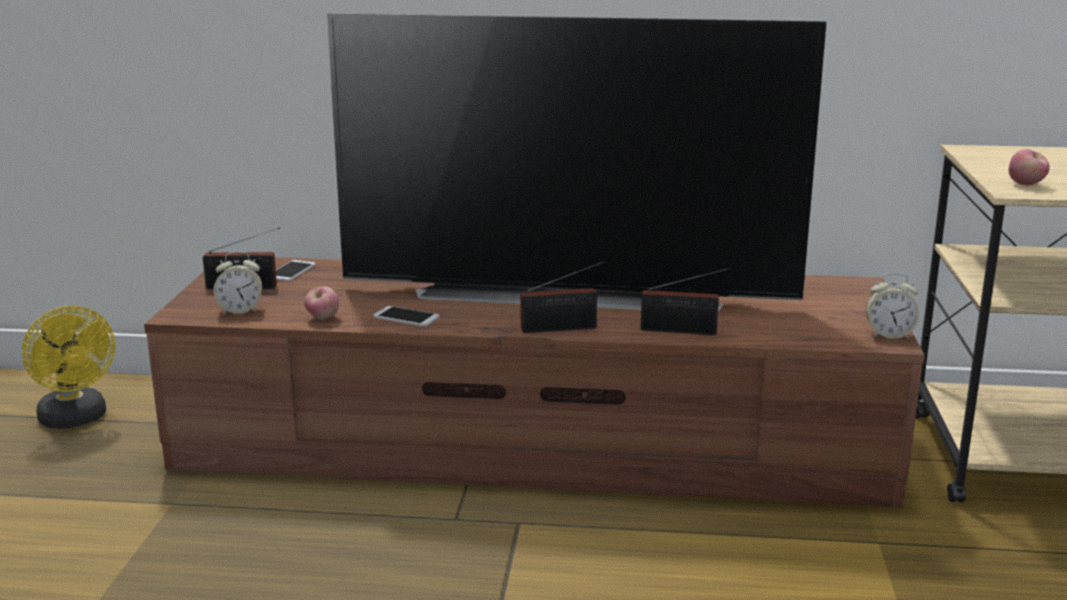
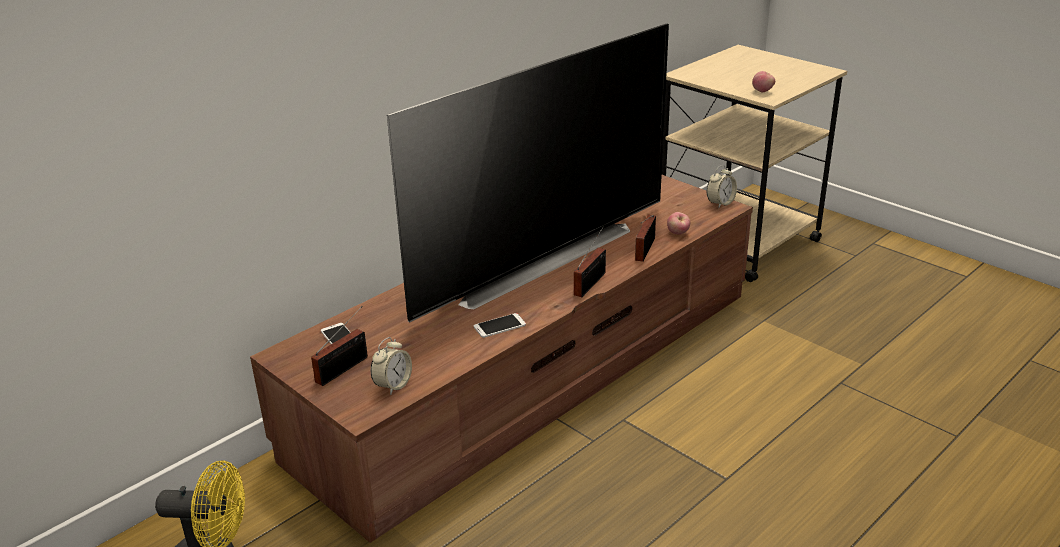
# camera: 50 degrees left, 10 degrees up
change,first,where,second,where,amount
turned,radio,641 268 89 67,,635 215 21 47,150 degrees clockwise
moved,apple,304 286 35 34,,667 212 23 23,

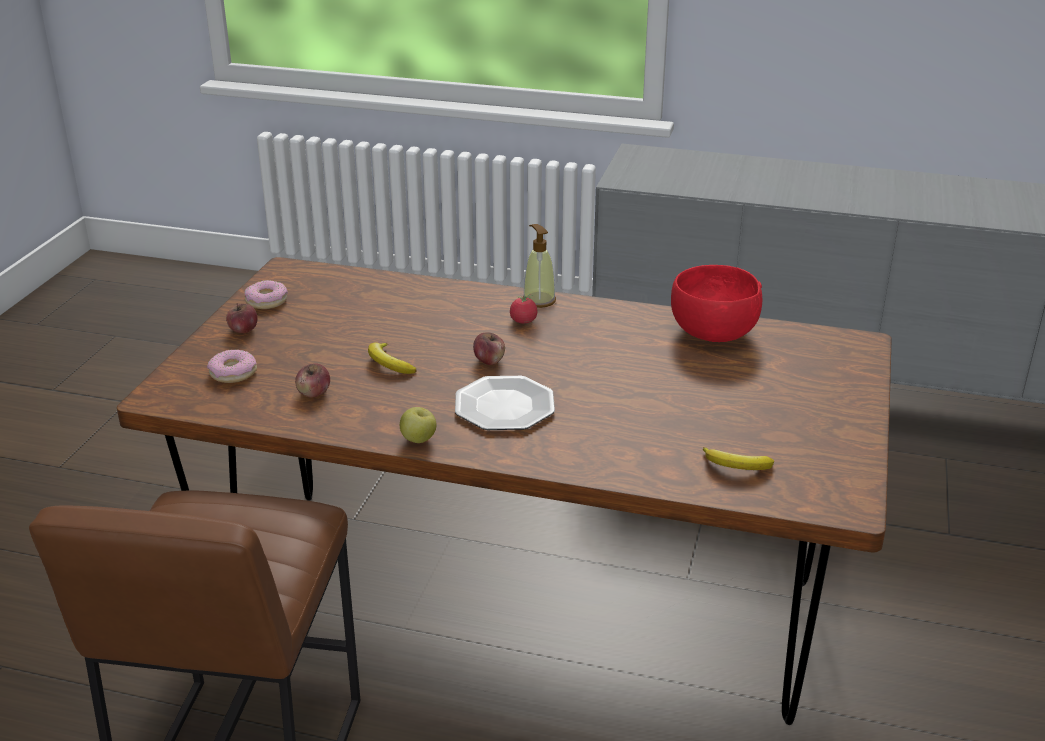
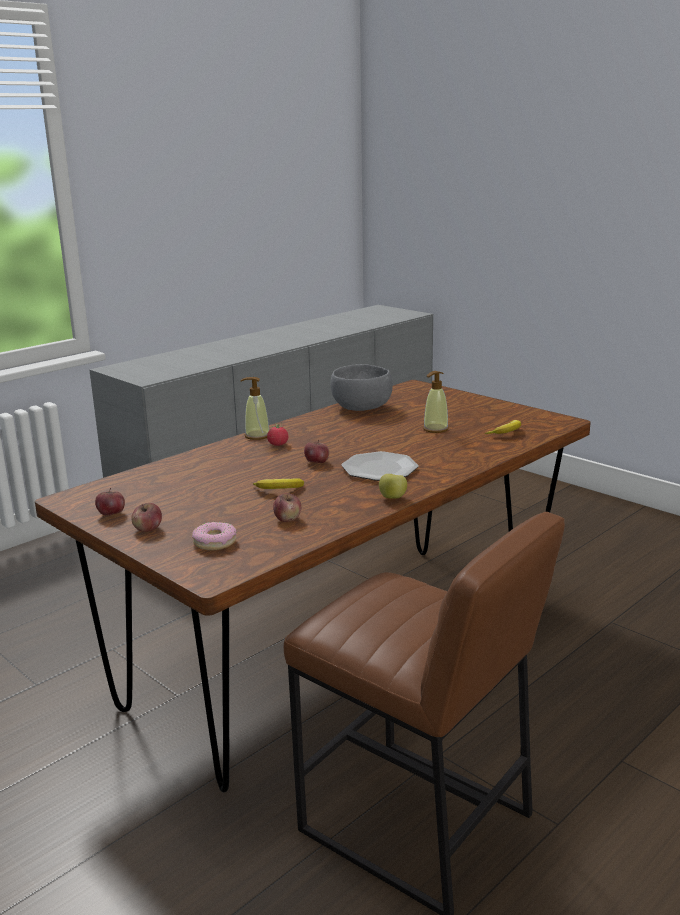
# camera: 60 degrees left, 10 degrees down
change,first,where,second,where,amount
replaced,donut,244 280 44 29,apple,95 488 30 27,
recoloured,red bowl,671 265 91 77,grey bowl,330 364 63 47,
added,,,soap dispenser,423 371 26 62,

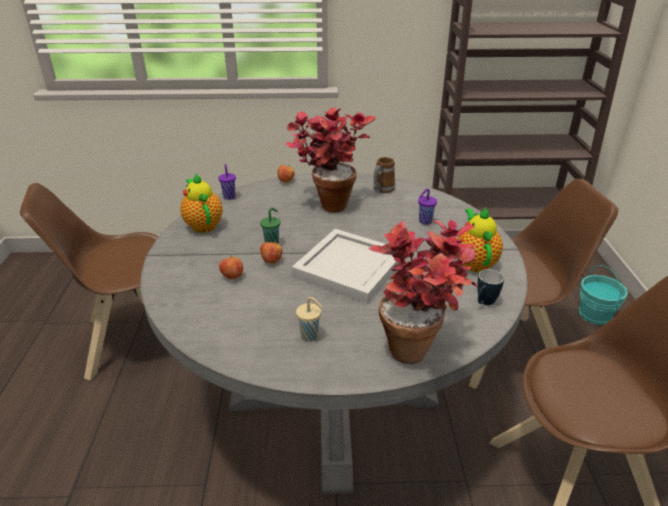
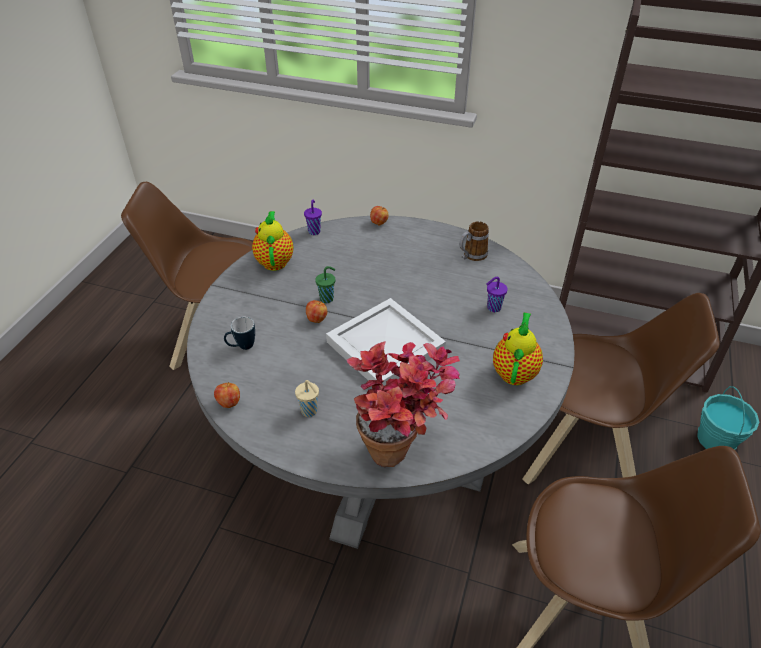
# camera: 20 degrees right, 10 degrees up
change,first,where,second,where,amount
moved,apple,219 255 24 24,,214 382 26 26,
moved,mug,477 269 27 36,,224 317 31 33,
removed,potted plant,286 107 90 106,,,

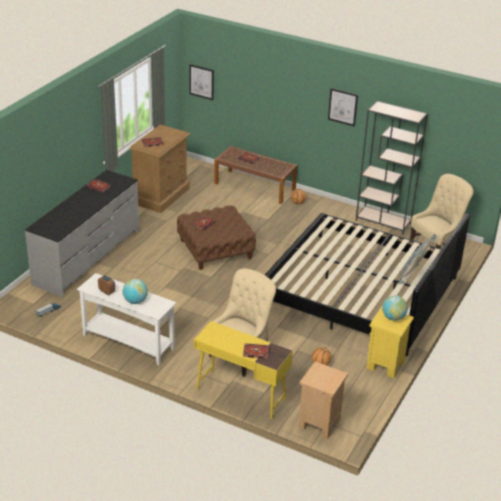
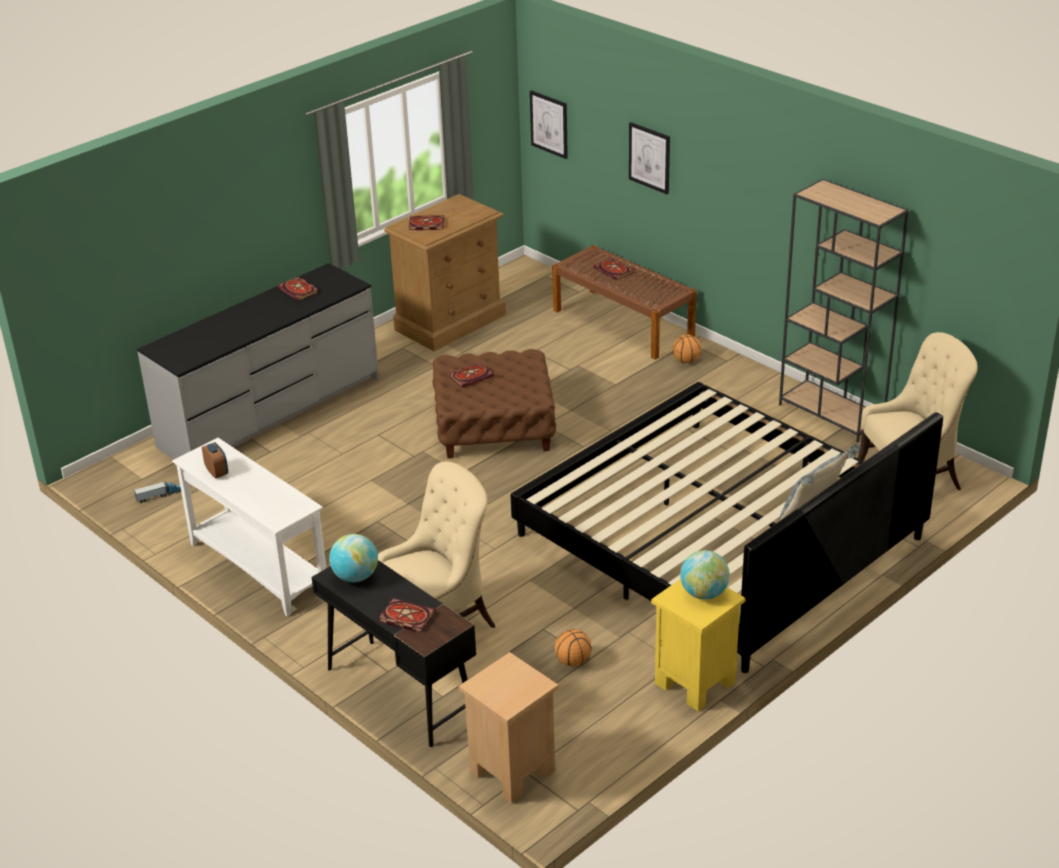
# camera: 20 degrees right, 0 degrees up
change,first,where,second,where,amount
recoloured,yellow desk,194 321 99 98,black desk,312 560 164 187,
moved,globe,123 279 25 25,,329 534 49 48,
moved,picture,328 88 30 39,,629 122 41 72,

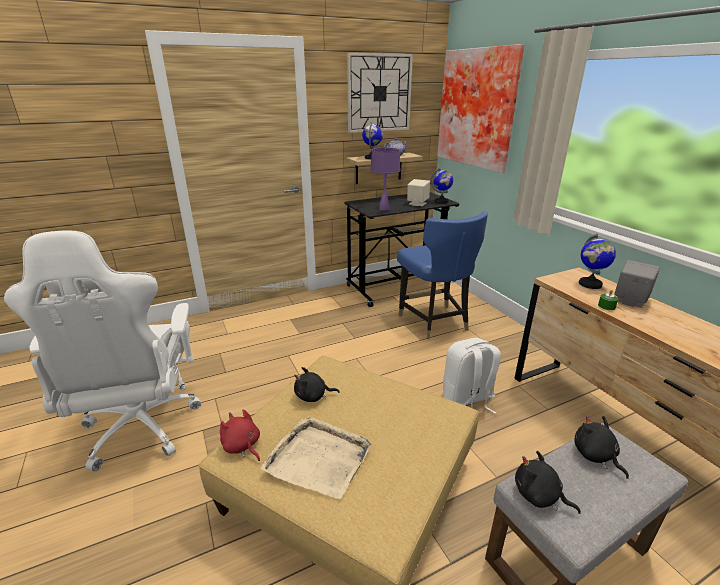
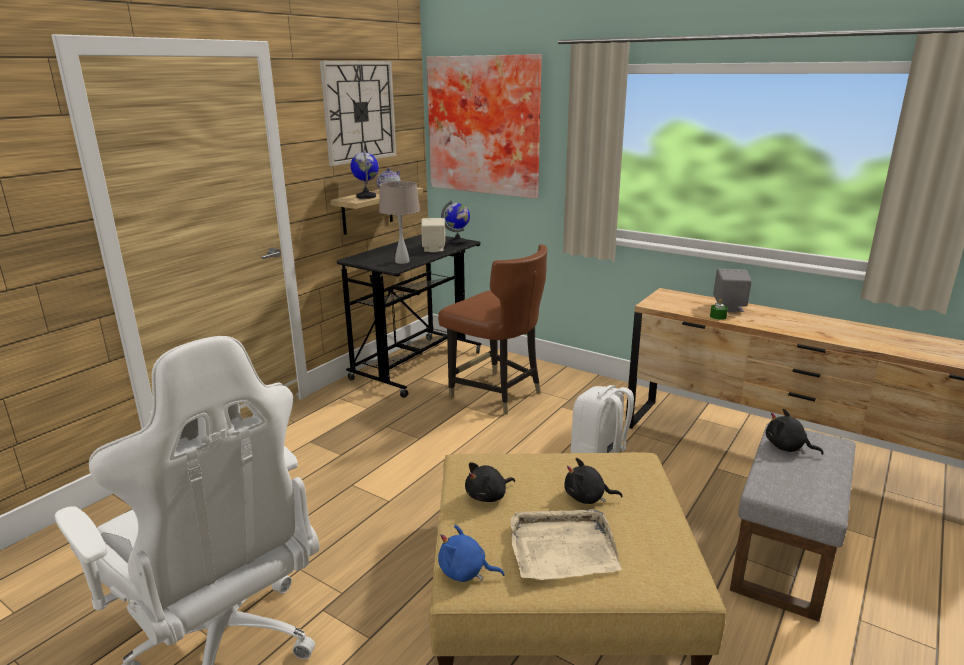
# camera: 30 degrees left, 5 degrees down
change,first,where,second,where,amount
recoloured,purple table lamp,370 148 31 63,beige table lamp,379 181 41 83,
recoloured,blue chair,397 211 91 128,brown chair,438 244 109 171,
recoloured,red plush toy,220 409 40 52,blue plush toy,438 525 67 57,
moved,black plush toy,515 451 66 63,,564 458 59 46,
removed,globe,579 234 37 55,,,

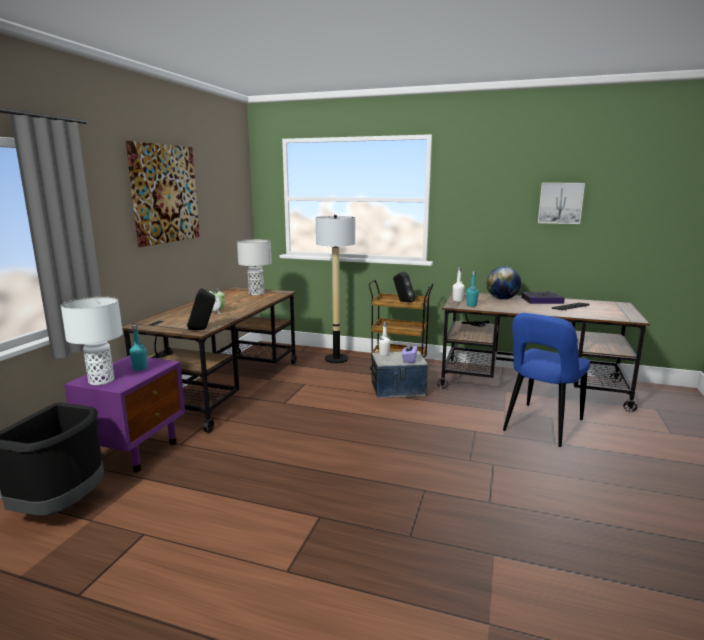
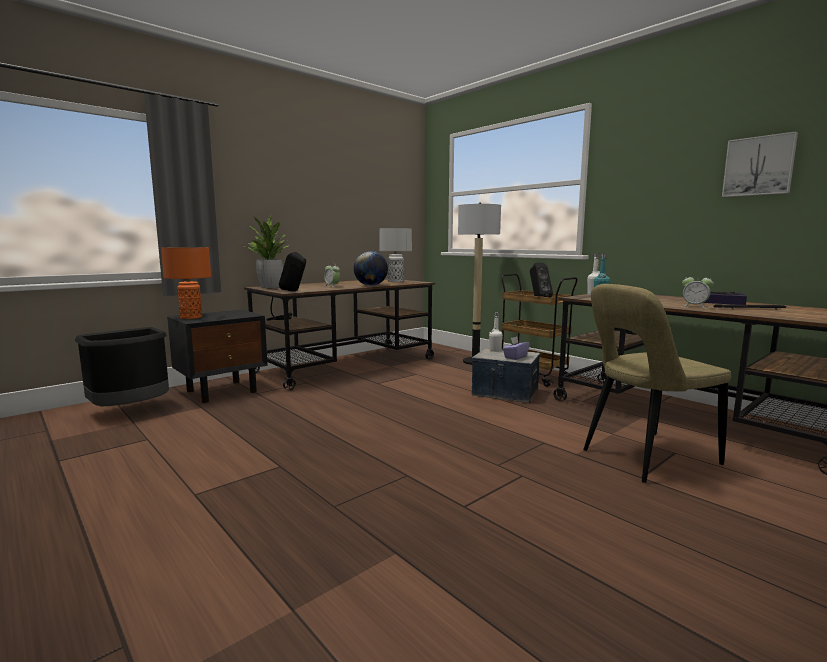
# camera: 30 degrees right, 5 degrees down
change,first,where,second,where,amount
recoloured,white table lamp,61 297 62 88,orange table lamp,161 247 50 72,
recoloured,purple nightstand,64 355 121 117,black nightstand,167 310 101 93,
added,,,potted plant,244 215 46 73,
moved,globe,487 266 34 34,,354 251 34 35,
recoloured,blue chair,503 313 87 134,beige chair,583 284 148 199,
added,,,alarm clock,681 273 33 36,
removed,picture,126 141 74 106,,,
removed,turquoise bottle,129 325 18 46,,,

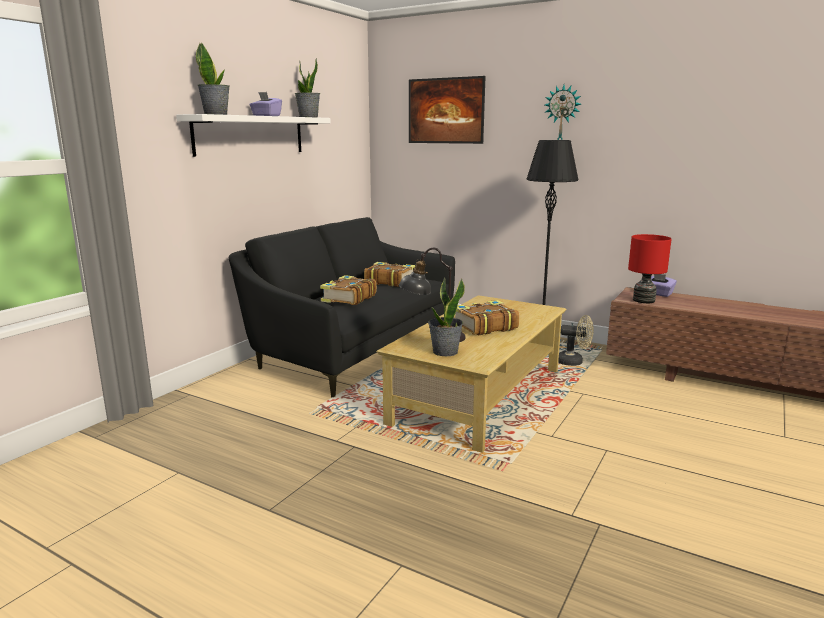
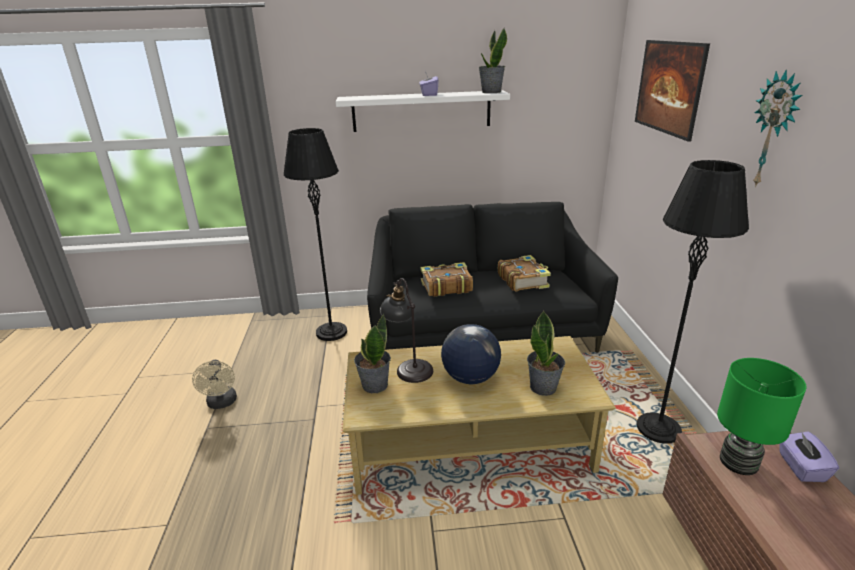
# camera: 55 degrees right, 10 degrees up
change,first,where,second,where,amount
moved,beige fan,558 315 36 51,,192 360 45 49,
added,,,black floor lamp,284 128 63 213,
replaced,book,455 300 64 36,globe,441 324 60 60,
moved,potted plant,196 42 34 73,,527 311 38 85,
recoloured,red table lamp,628 234 44 69,green table lamp,717 358 90 117,

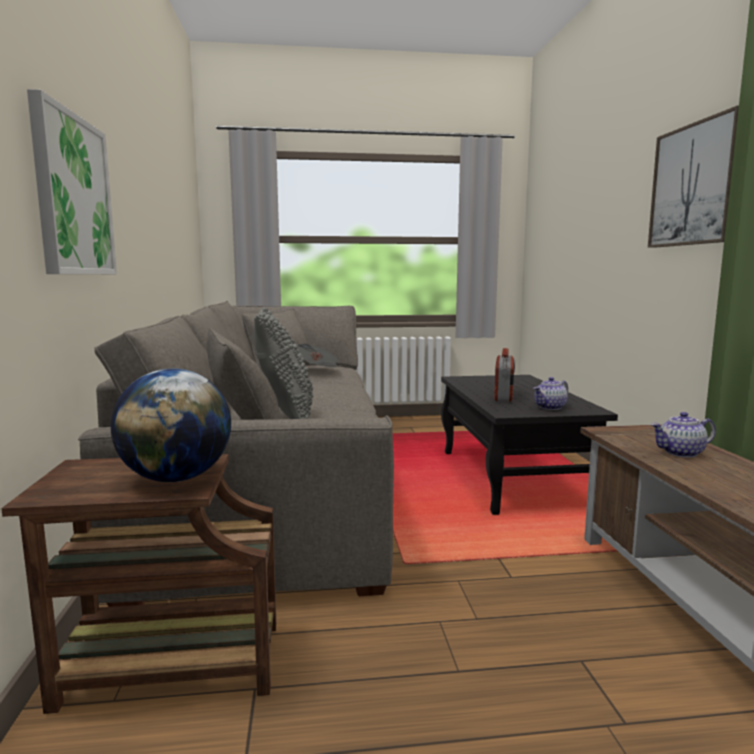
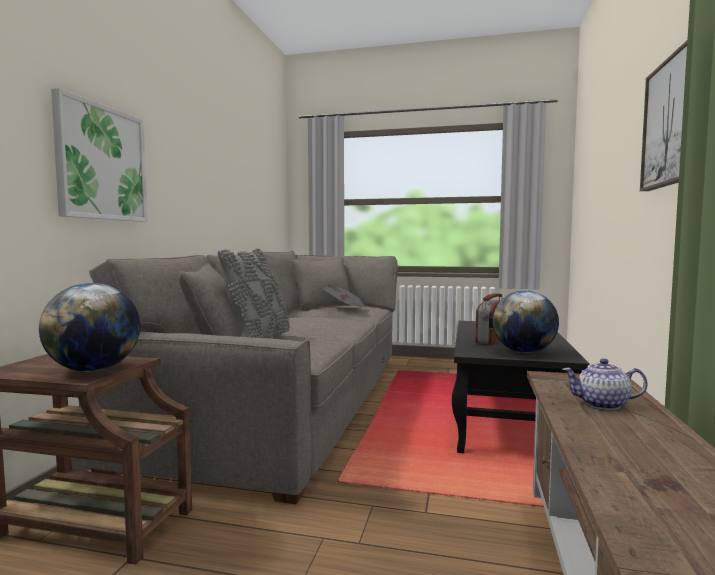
# camera: 20 degrees right, 5 degrees down
change,first,where,second,where,amount
replaced,teapot,533 377 35 33,globe,493 290 66 63,

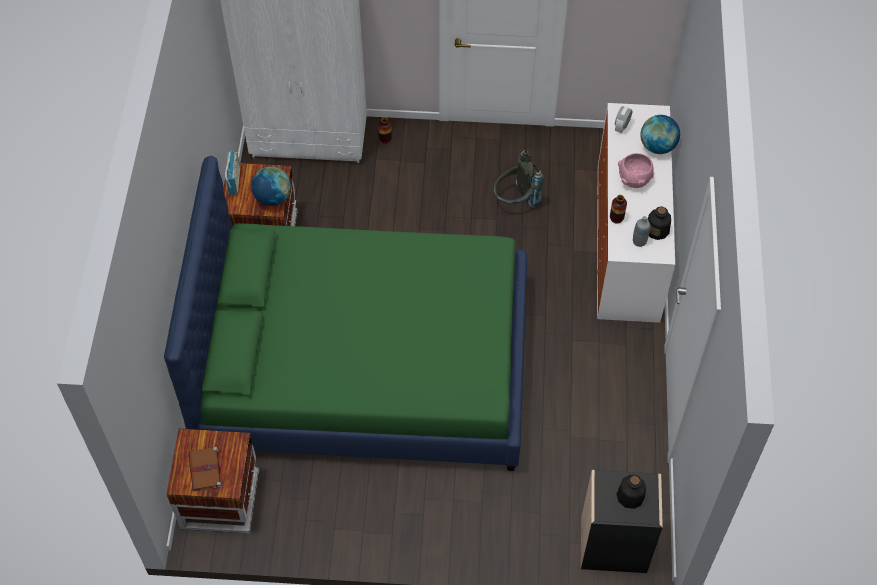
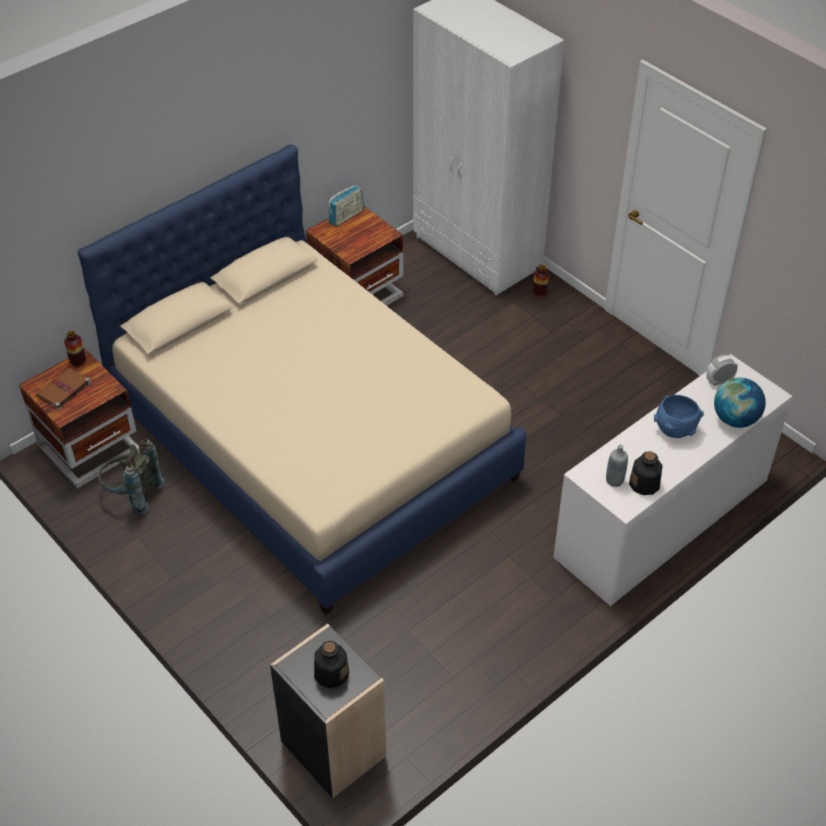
# camera: 45 degrees right, 10 degrees down
change,first,where,second,where,amount
moved,vase,610 195 17 29,,64 331 22 36,
recoloured,green bed,164 156 363 315,beige bed,78 145 449 470,
moved,grey backpack,494 150 50 58,,98 439 66 76,
recoloured,pink bowl,618 153 37 35,blue bowl,654 395 50 43,
removed,globe,251 167 40 39,,,

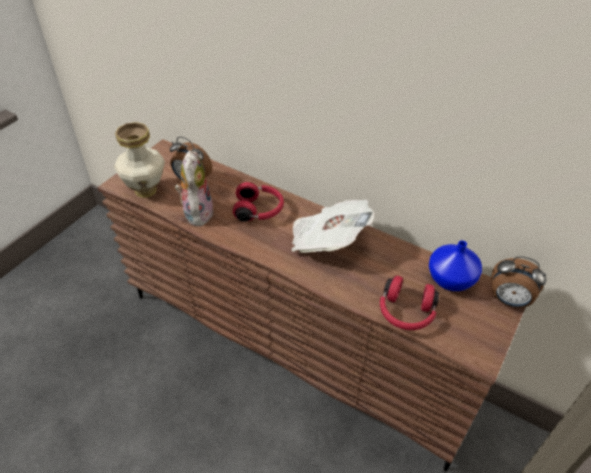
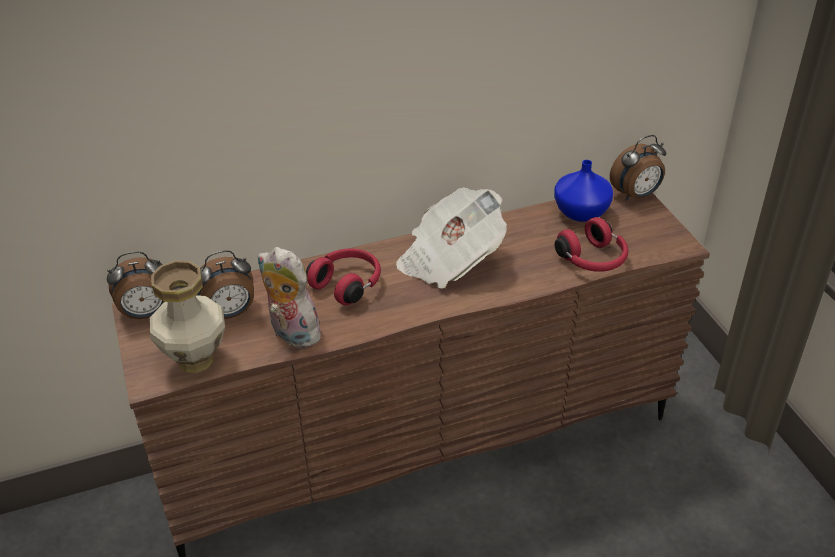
# camera: 50 degrees left, 5 degrees down
change,first,where,second,where,amount
added,,,alarm clock,107 251 57 68,

